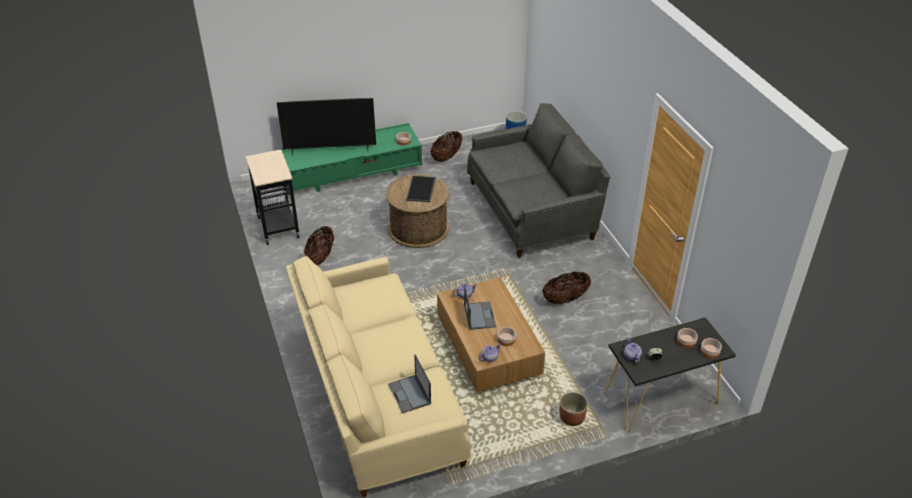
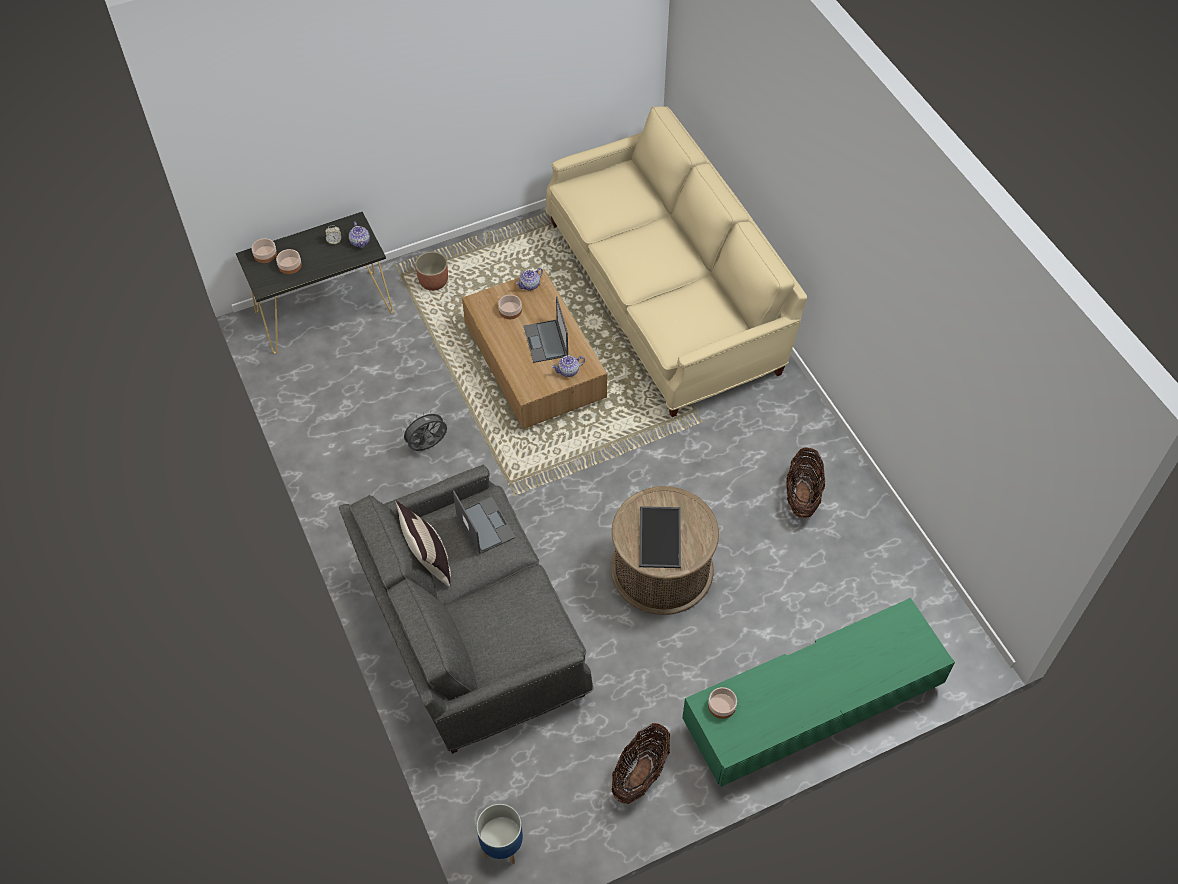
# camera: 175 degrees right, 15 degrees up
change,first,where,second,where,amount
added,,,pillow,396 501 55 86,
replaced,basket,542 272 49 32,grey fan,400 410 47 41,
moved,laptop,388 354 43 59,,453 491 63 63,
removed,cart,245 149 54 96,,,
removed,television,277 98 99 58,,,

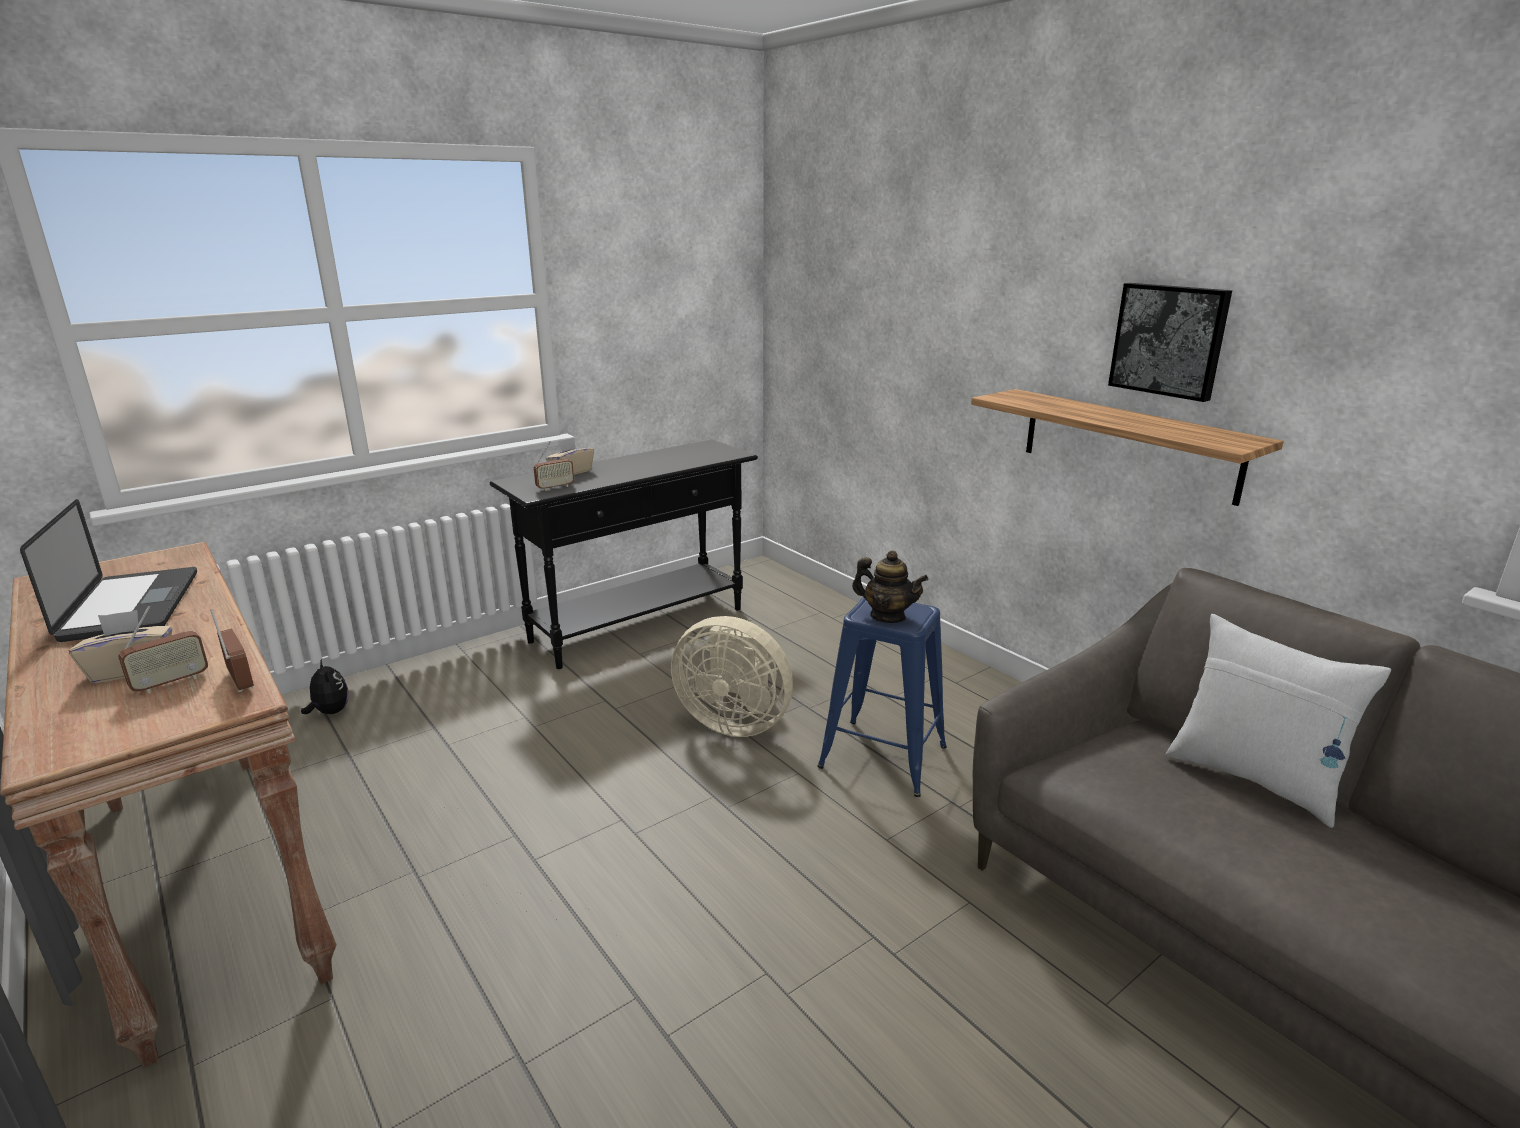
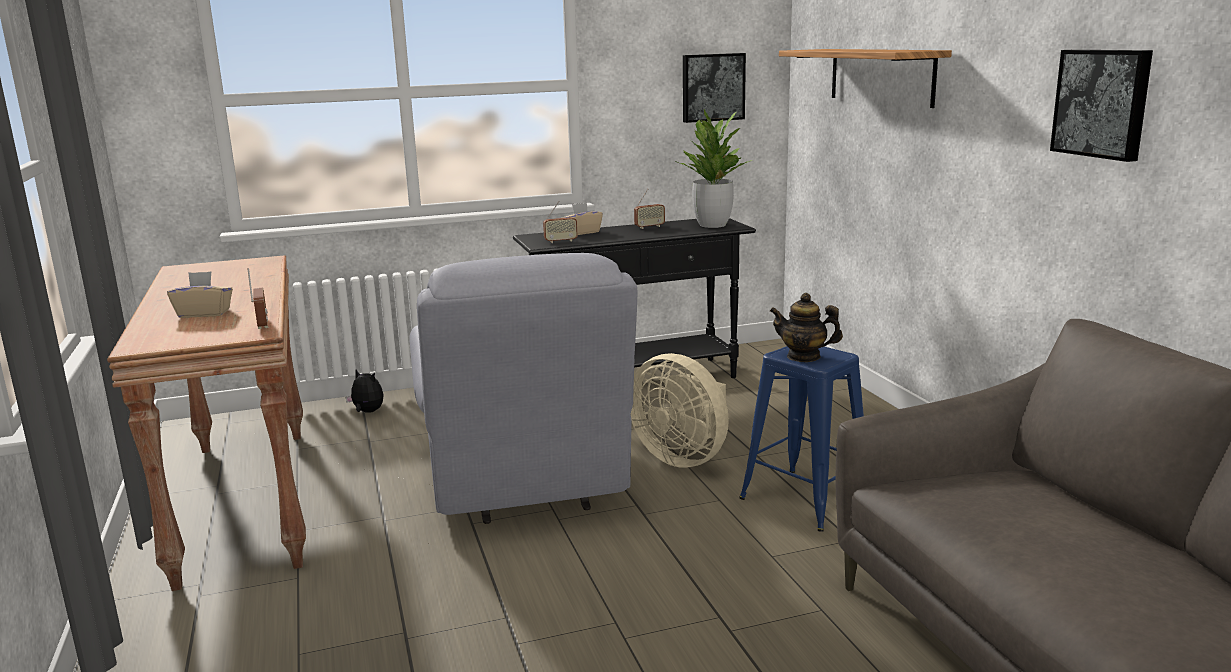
# camera: 20 degrees right, 5 degrees down
change,first,where,second,where,amount
turned,plush toy,301 659 48 55,,345 370 39 43,45 degrees counterclockwise
added,,,grey armchair,410 253 227 271,
moved,radio,118 606 90 88,,634 189 31 40,
added,,,potted plant,677 109 75 119,
added,,,picture,683 53 63 70,
turned,teapot,852 550 77 73,,770 293 73 69,150 degrees clockwise
moved,shelf,971 389 313 117,,779 49 173 59,
removed,laptop,20 499 177 143,,,
removed,grey pillow,1165 614 226 214,,,

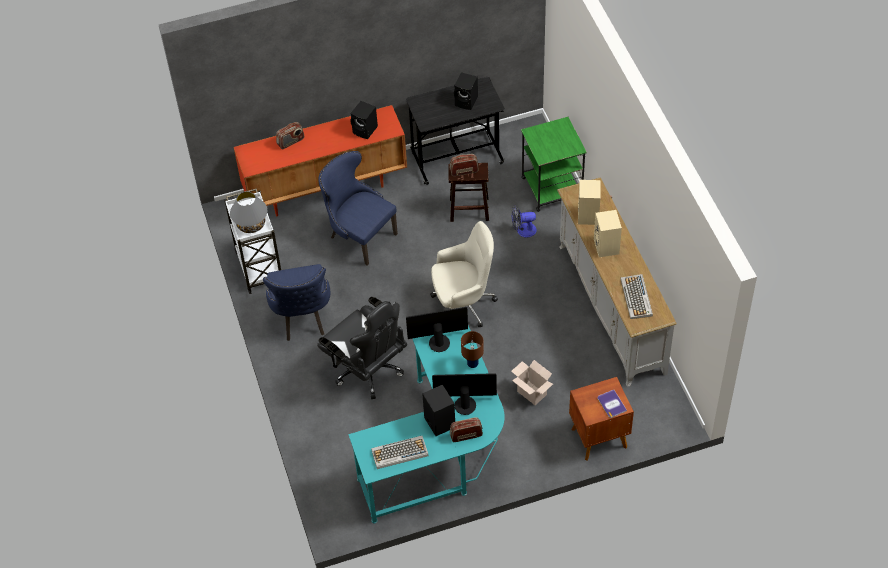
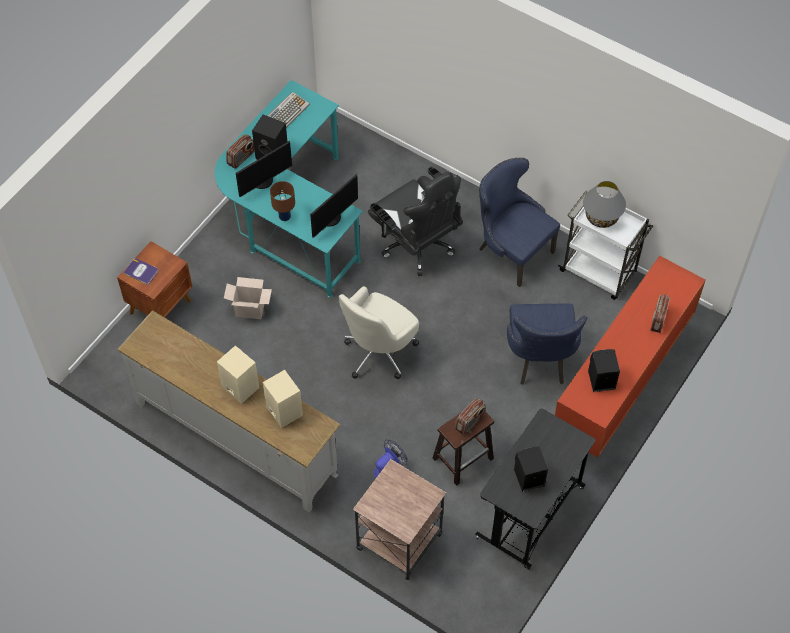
# camera: 140 degrees right, 5 degrees up
change,first,where,second,where,amount
recoloured,green cart,521 117 66 95,brown cart,353 459 93 121,
turned,black office chair,317 297 90 102,,368 167 95 109,135 degrees counterclockwise
turned,blue chair,318 151 80 115,,507 304 80 81,90 degrees clockwise
removed,keyboard,620 274 33 45,,,

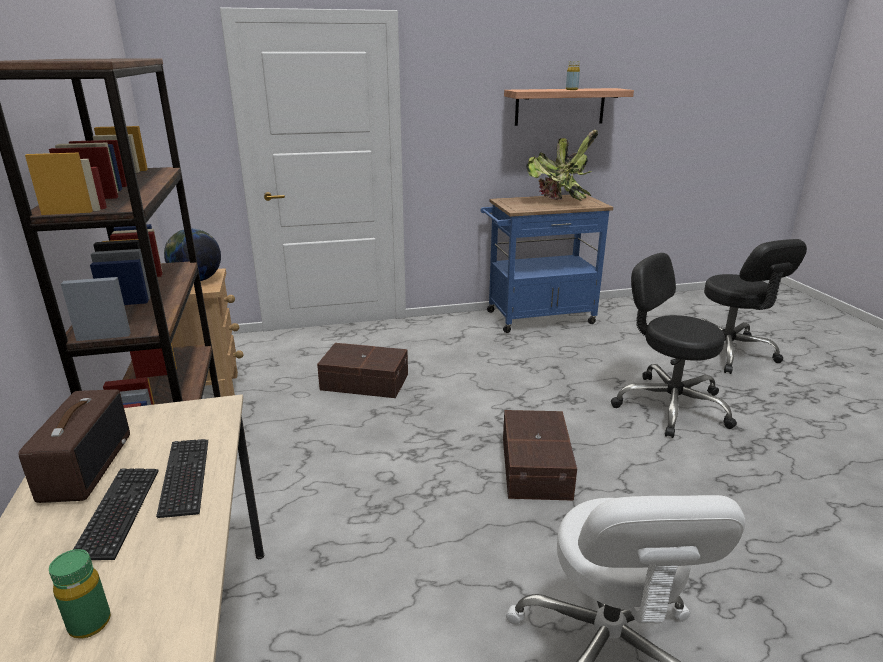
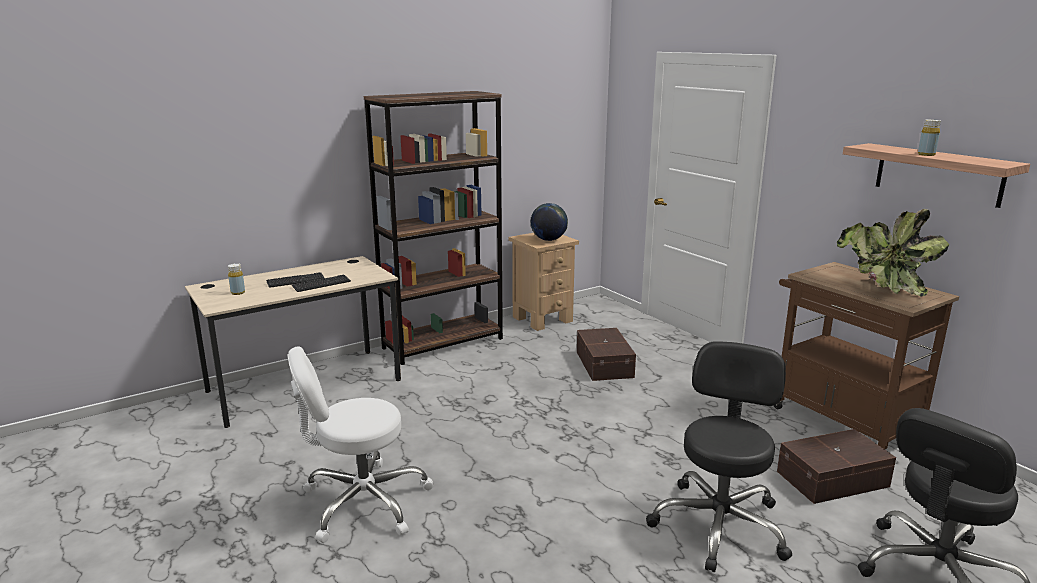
# camera: 70 degrees right, 5 degrees down
change,first,where,second,where,amount
recoloured,green bottle,49 549 62 90,yellow bottle,228 263 17 32,
recoloured,blue cart,480 194 133 139,brown cart,774 262 185 187,
moved,brown storage box,503 410 74 91,,777 429 119 75,
removed,radio,18 389 112 114,,,

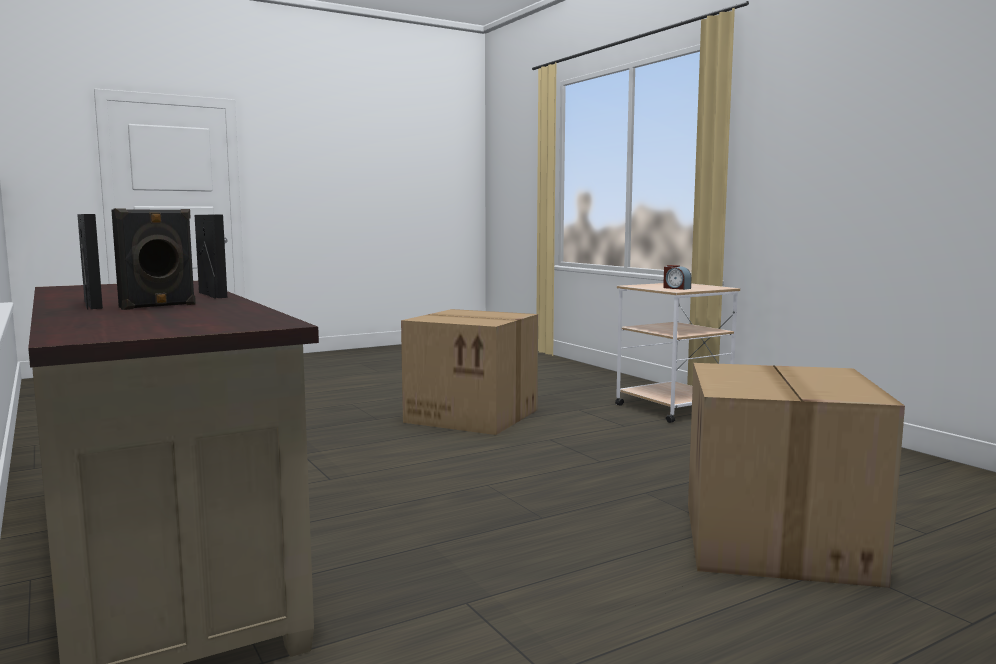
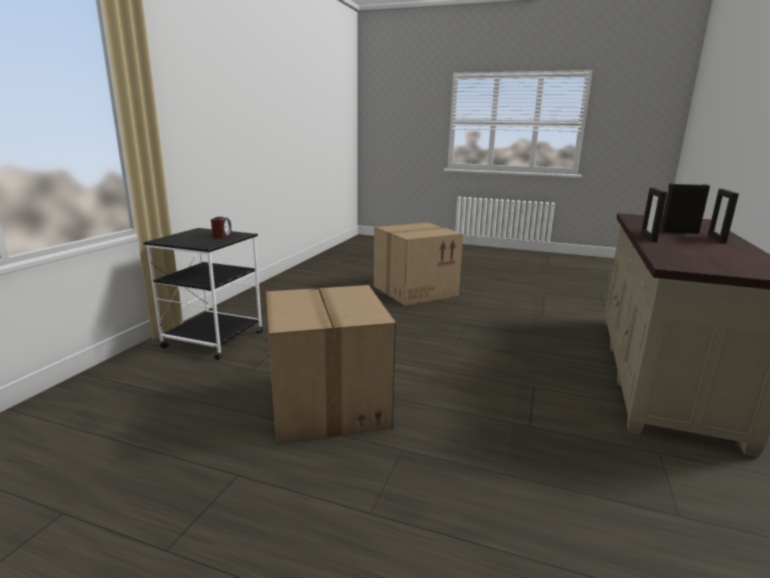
# camera: 130 degrees left, 10 degrees up
change,first,where,second,where,amount
recoloured,beige cart,615 283 126 140,black cart,144 228 119 132,

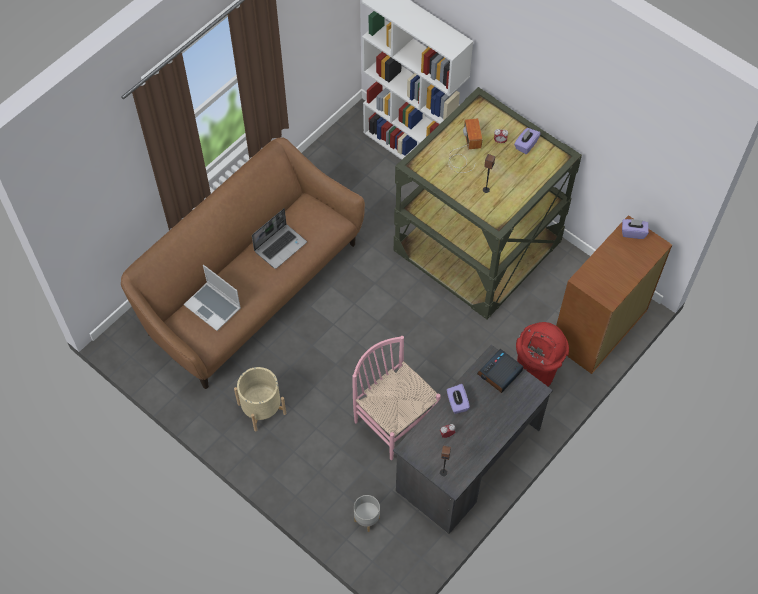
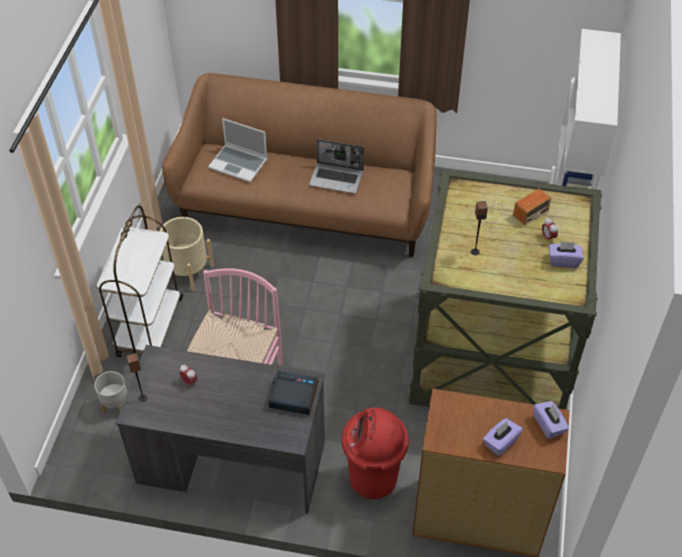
# camera: 60 degrees right, 10 degrees down
change,first,where,second,where,amount
added,,,white cart,96 205 87 152,
turned,laptop,184 265 57 66,,208 118 59 64,75 degrees counterclockwise
moved,purple tissue box,447 384 23 30,,483 418 40 38,

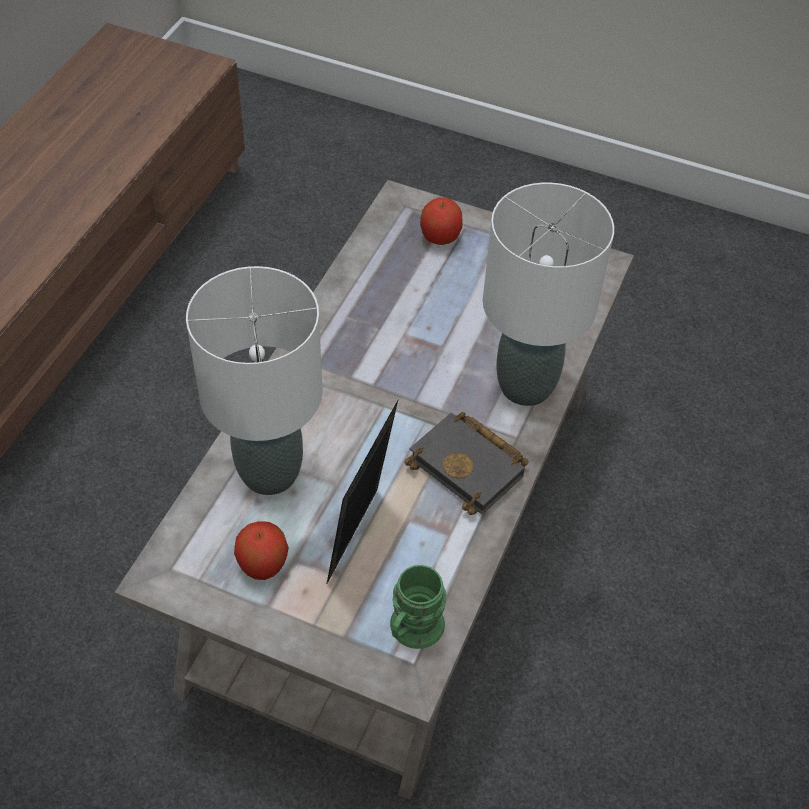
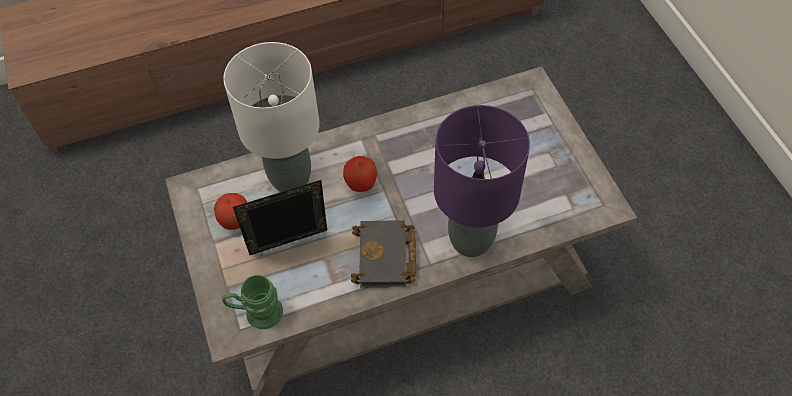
# camera: 50 degrees right, 5 degrees up
change,first,where,second,where,amount
moved,apple,420 197 43 48,,343 156 34 36,
recoloured,white table lamp,483 183 131 223,purple table lamp,434 105 96 152,

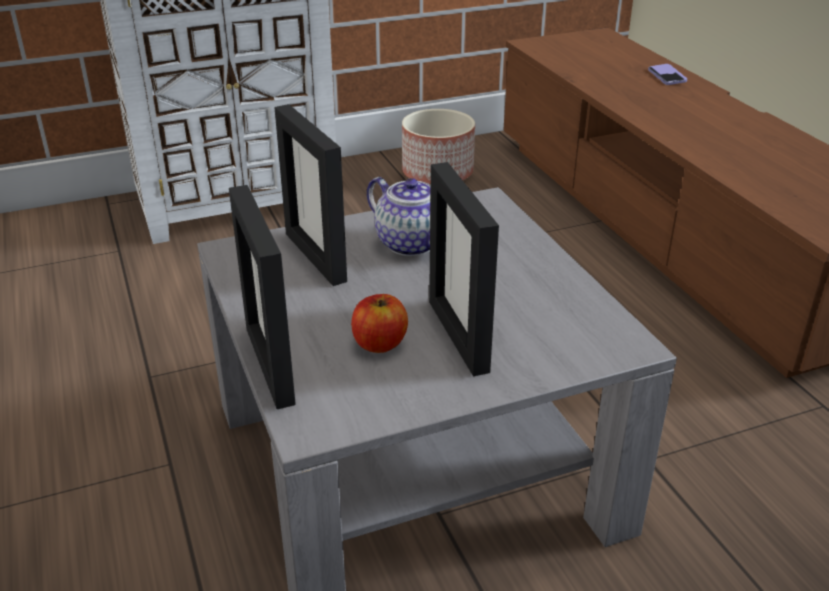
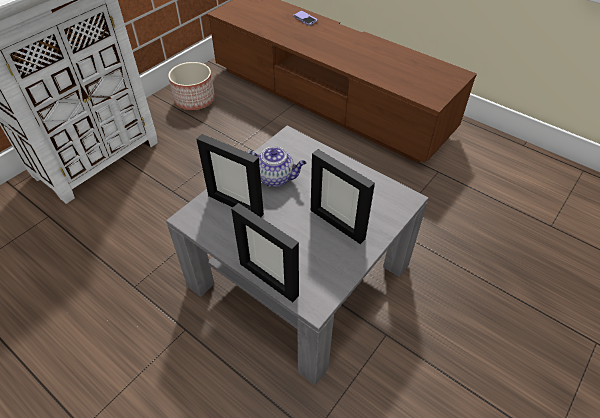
# camera: 30 degrees left, 15 degrees up
change,first,where,second,where,amount
removed,apple,351 294 57 59,,,

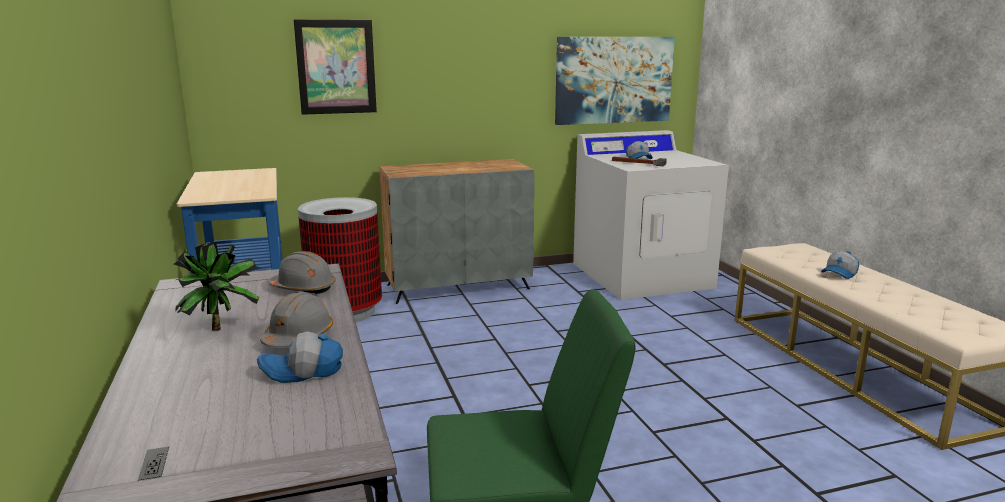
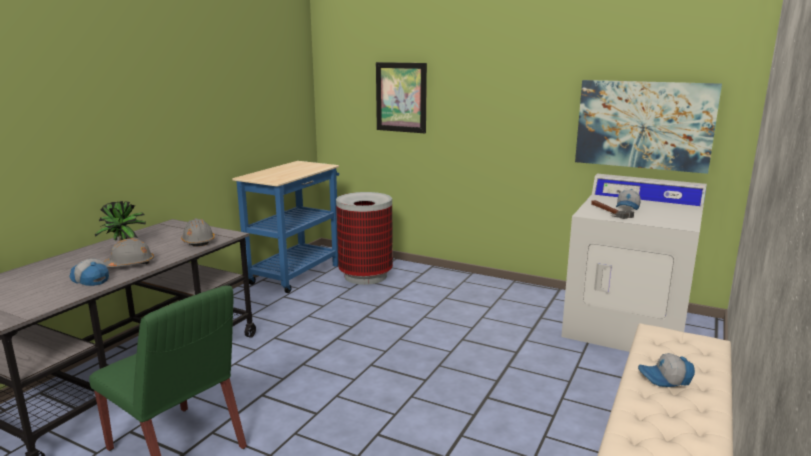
# camera: 45 degrees right, 0 degrees up
change,first,where,second,where,amount
removed,grey cabinet,379 159 156 145,,,

